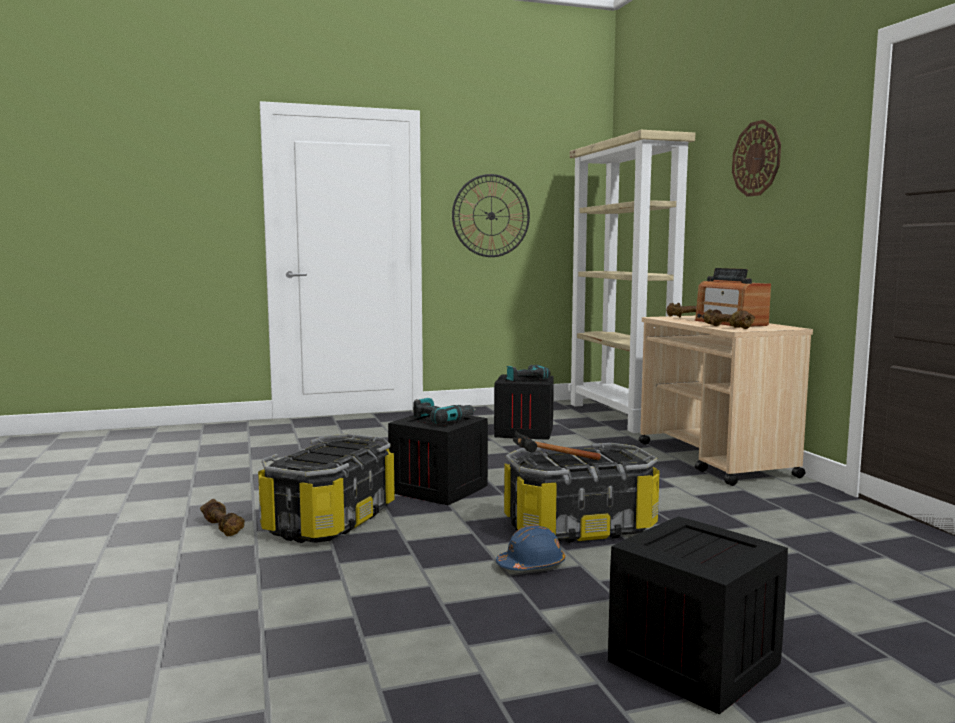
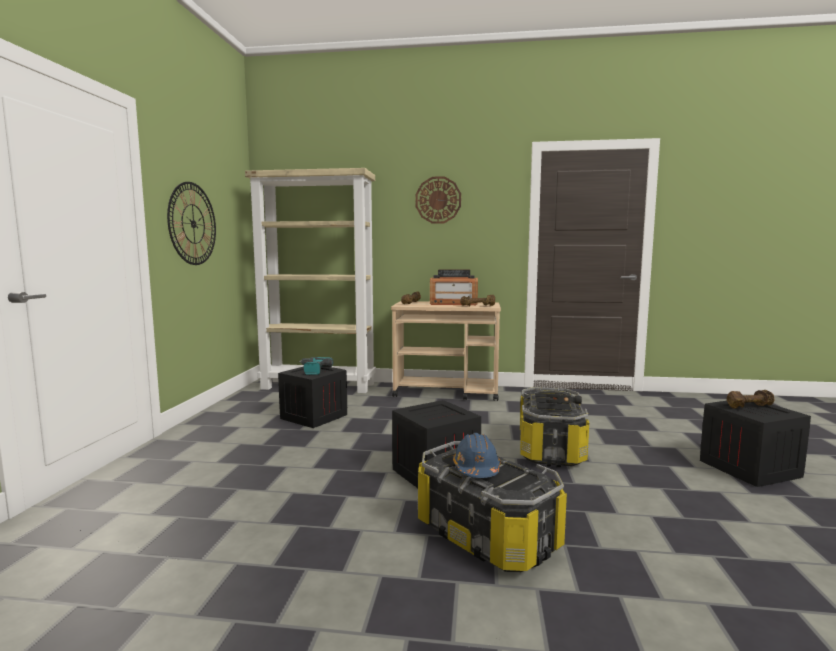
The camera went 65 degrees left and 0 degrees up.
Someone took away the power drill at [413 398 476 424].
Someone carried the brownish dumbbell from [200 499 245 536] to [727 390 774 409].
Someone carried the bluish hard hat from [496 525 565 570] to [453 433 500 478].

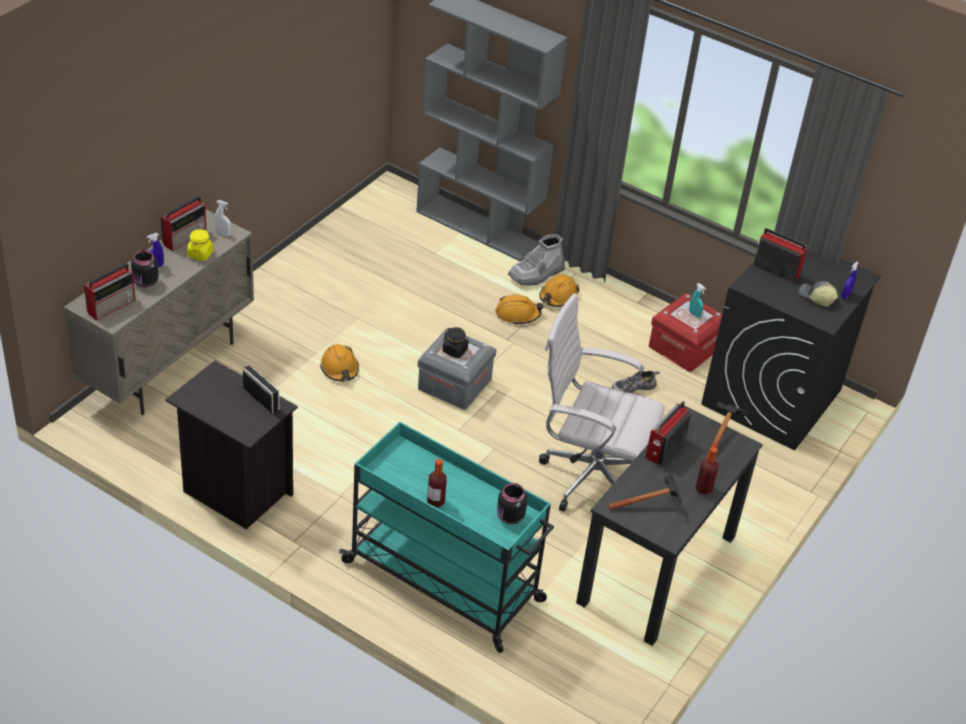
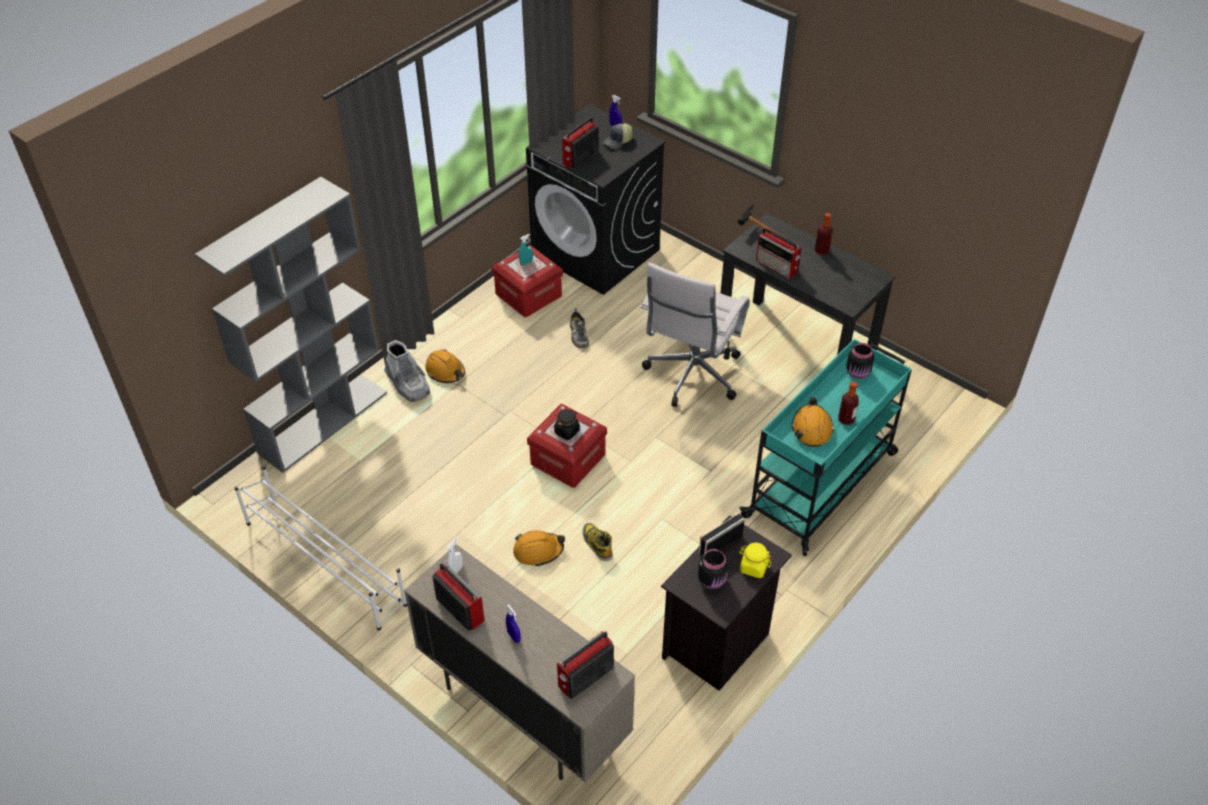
The camera went 80 degrees left and 5 degrees up.
Someone carried the yellow jar from [187 229 213 261] to [739 543 771 578].
Someone carried the black jar from [131 250 158 288] to [698 549 728 589].
Someone rotated the radio set at [84 263 135 321] by 90 degrees counterclockwise.
Someone carried the orange hard hat from [496 295 544 325] to [792 397 834 447].
Someone repainted the grey storage bin at [418 328 496 410], which became the red-coloured storage bin at [527 404 607 488].
Someone took away the hand hammer at [608 475 681 510].
Someone put down the white-coloured shoe shelf at [235 466 407 630].
Someone put down the tall boot at [582 523 613 561].

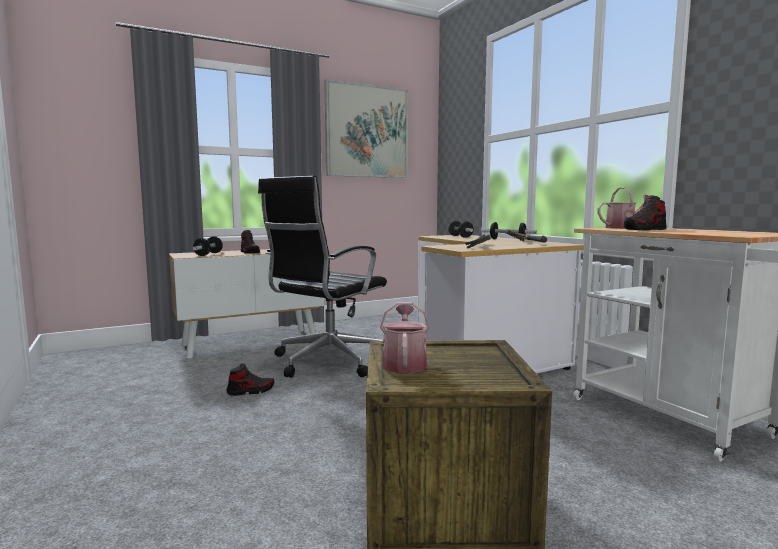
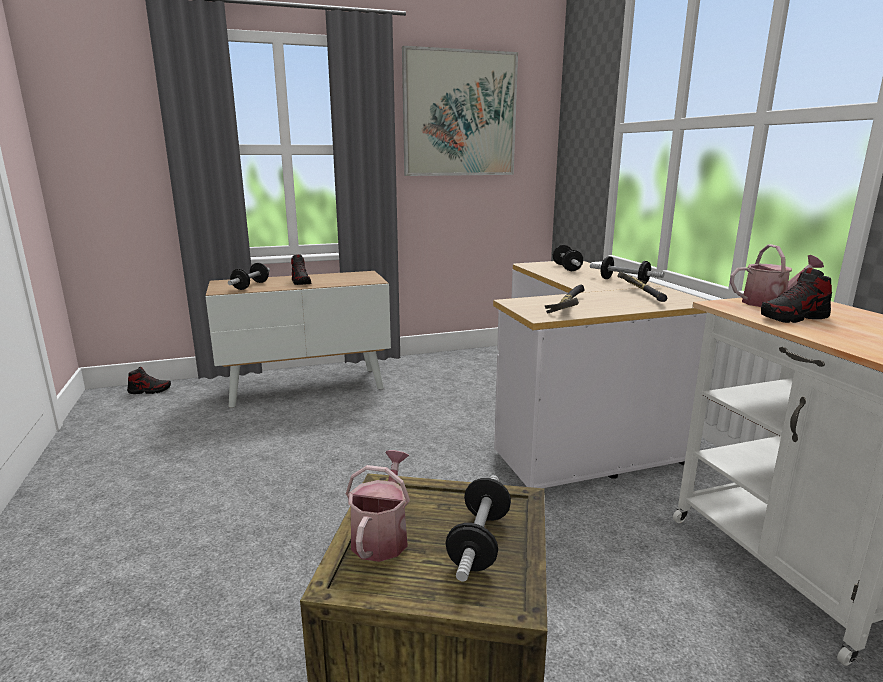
The camera went 10 degrees right and 10 degrees up.
Someone took away the black desk chair at [258 176 387 378].
Someone carried the low shoe from [226 363 274 396] to [127 367 171 394].
Someone put down the dumbbell at [445 475 511 582].

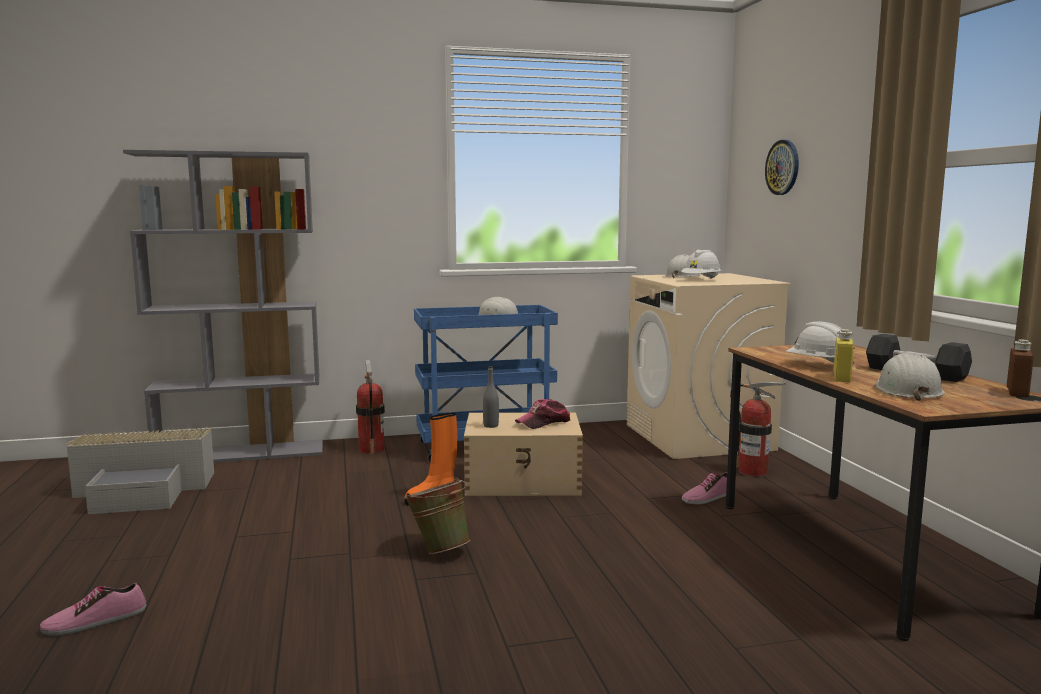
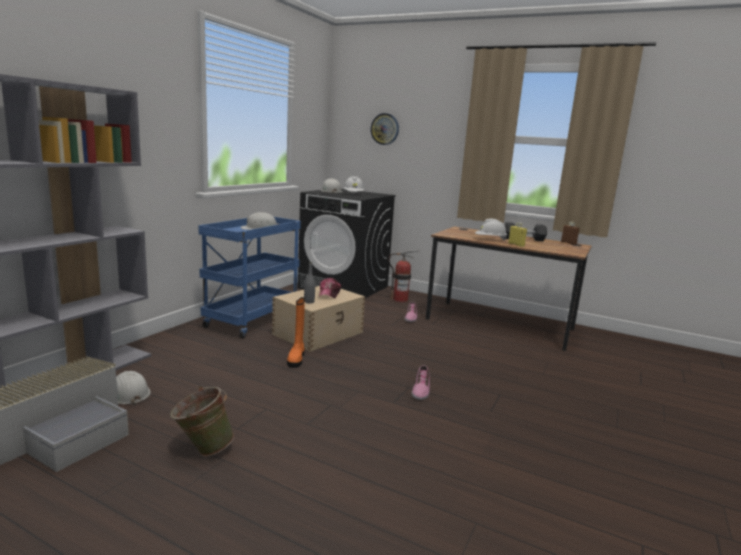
The camera went 50 degrees left and 5 degrees up.
Someone repainted the beige laundry appliance at [627 273 792 459], which became the black laundry appliance at [298 189 396 298].
Someone carried the white-coloured hard hat from [876 353 945 401] to [116 371 150 405].
Someone took away the fire-fighting cylinder at [356 359 385 454].
Someone carried the greenish water bucket from [404 477 470 554] to [170 386 234 456].
Someone carried the low shoe from [40 583 146 635] to [412 365 430 400].

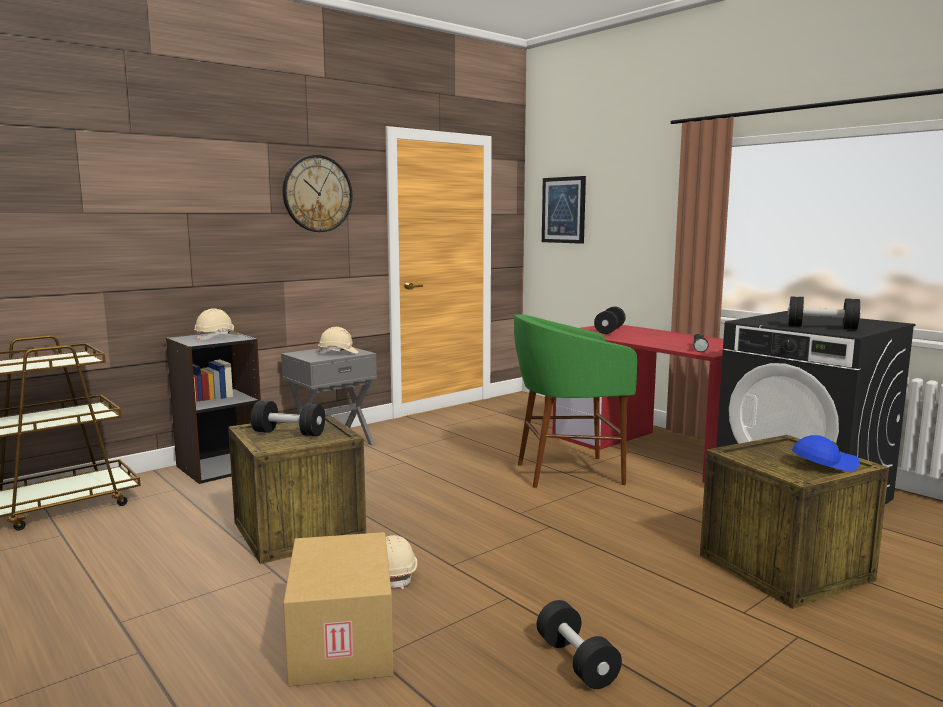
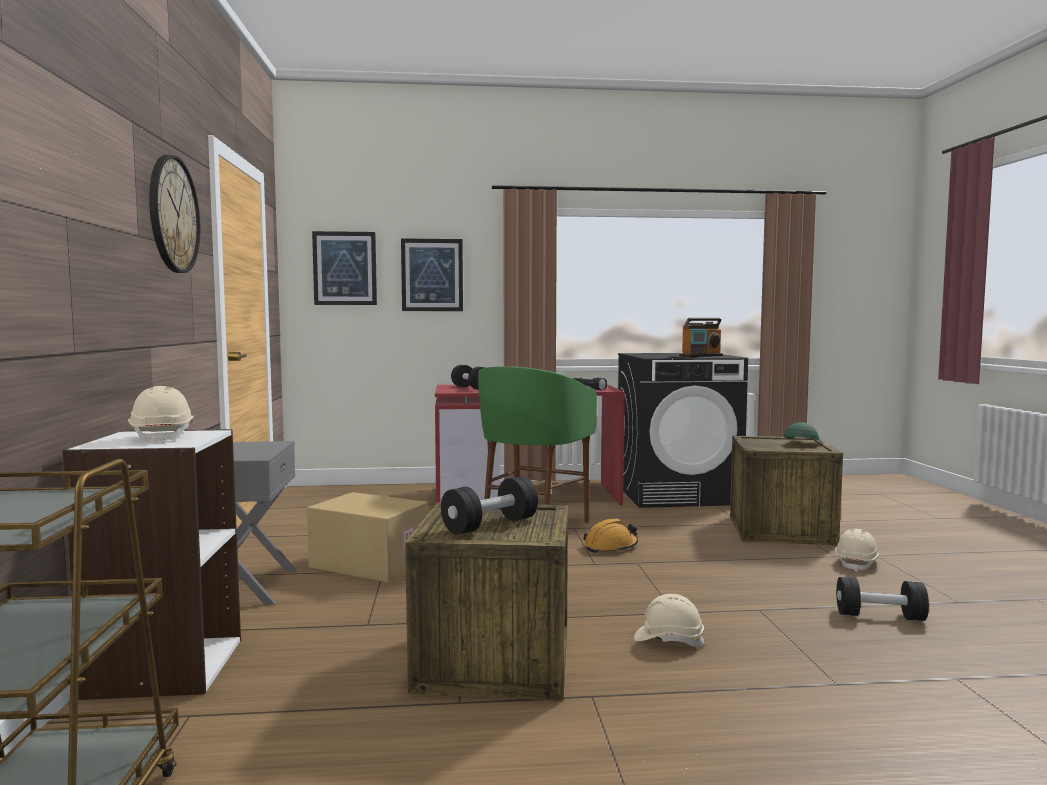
The camera went 55 degrees left and 5 degrees down.
Someone swapped the black dumbbell at [787 297 861 329] for the radio set at [679 318 723 357].
Someone carried the beige hard hat from [318 327 358 354] to [835 529 880 572].
Someone repainted the black shelving unit at [166 333 261 484], which became the white-coloured shelving unit at [62 429 241 700].
Someone repainted the bluish peaked cap at [792 435 860 472], which became the greenish peaked cap at [783 422 823 443].
Someone carried the cardboard box from [283 532 394 687] to [307 492 428 583].
Someone put up the wall picture at [401 238 463 311].
Someone put down the orange hard hat at [583 518 638 553].

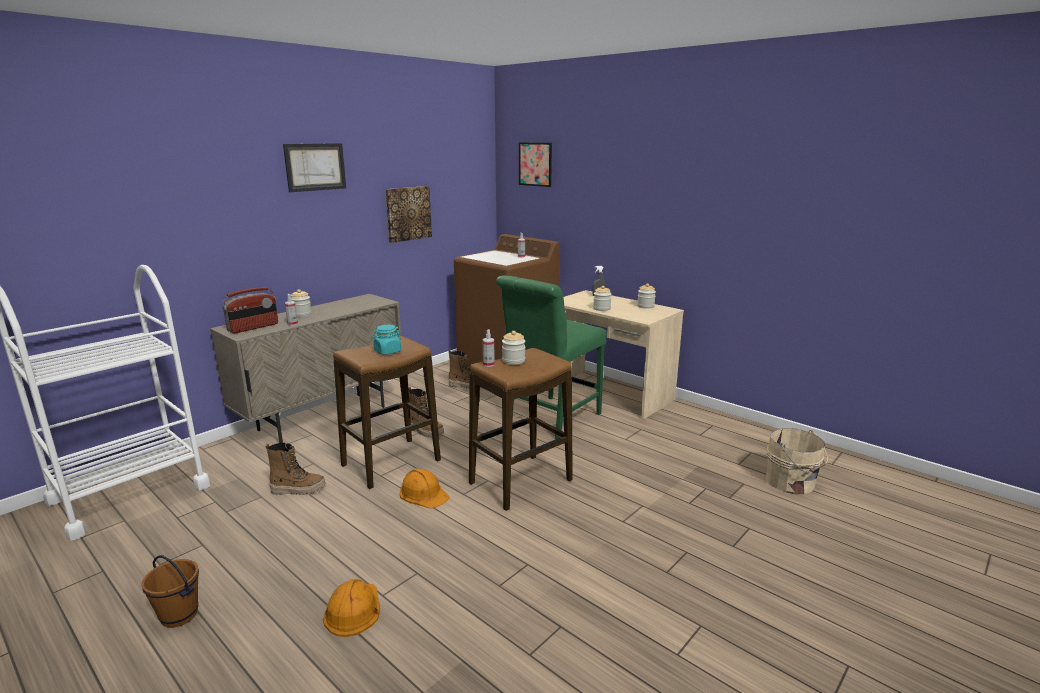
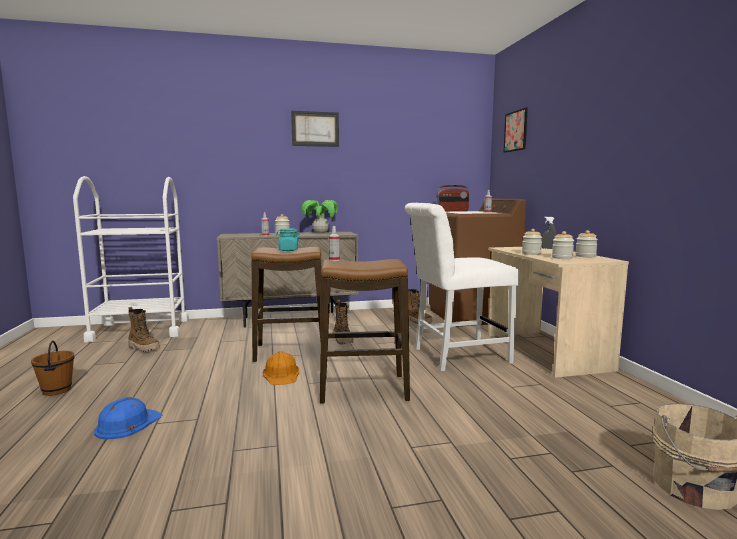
The camera went 35 degrees right and 10 degrees down.
Someone took away the wall picture at [385 186 432 243].
Someone repainted the greenish chair at [496 275 607 440], which became the white-coloured chair at [405 203 520 371].
Someone carried the radio set from [222 287 278 333] to [437 185 470 211].
Someone carried the jar from [502 331 525 365] to [552 231 574 259].
Someone carried the tall boot from [265 442 325 495] to [128 307 160 352].
Someone repainted the orange hard hat at [323 579 380 637], which became the bluish hard hat at [94 397 162 439].
Someone put down the plant in a pot at [302 200 338 233].

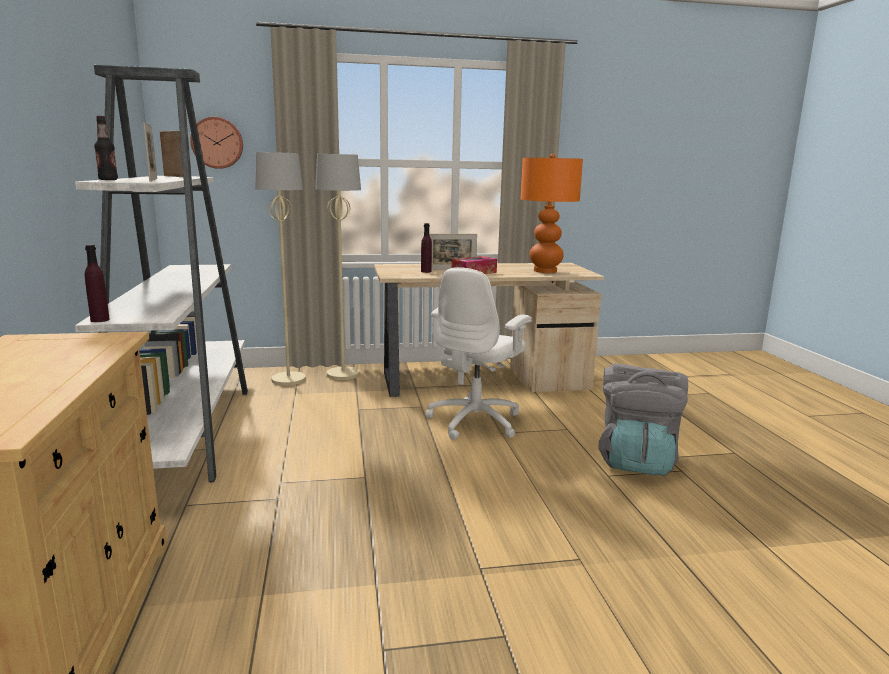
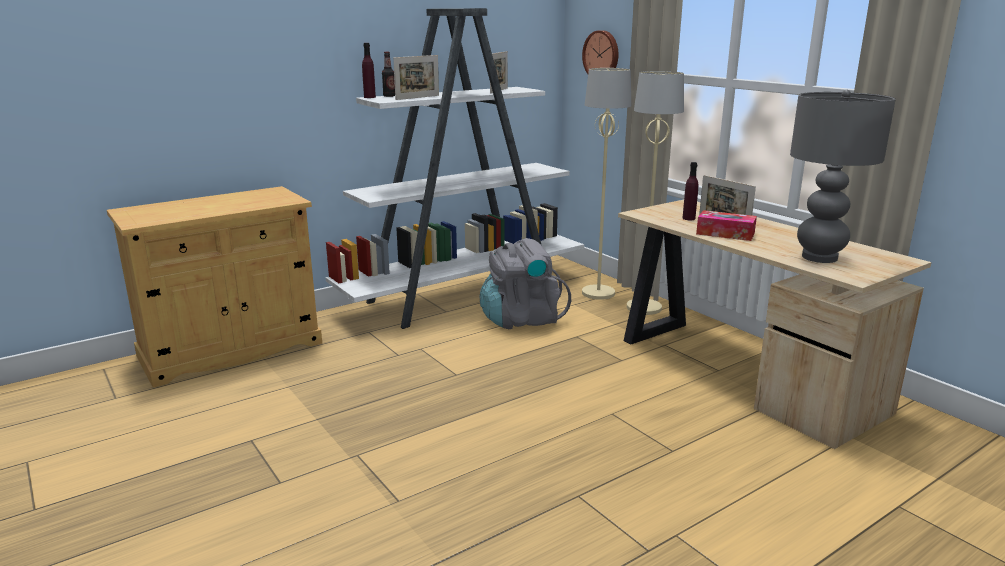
The camera went 65 degrees right and 5 degrees up.
Someone repainted the orange tabletop lamp at [521 154 583 273], which became the grey tabletop lamp at [790 90 896 263].
Someone carried the purplish bottle from [85 244 110 322] to [362 43 376 98].
Someone took away the white-coloured desk chair at [426 267 532 440].
Someone carried the grey backpack from [598 363 688 476] to [480 238 571 329].

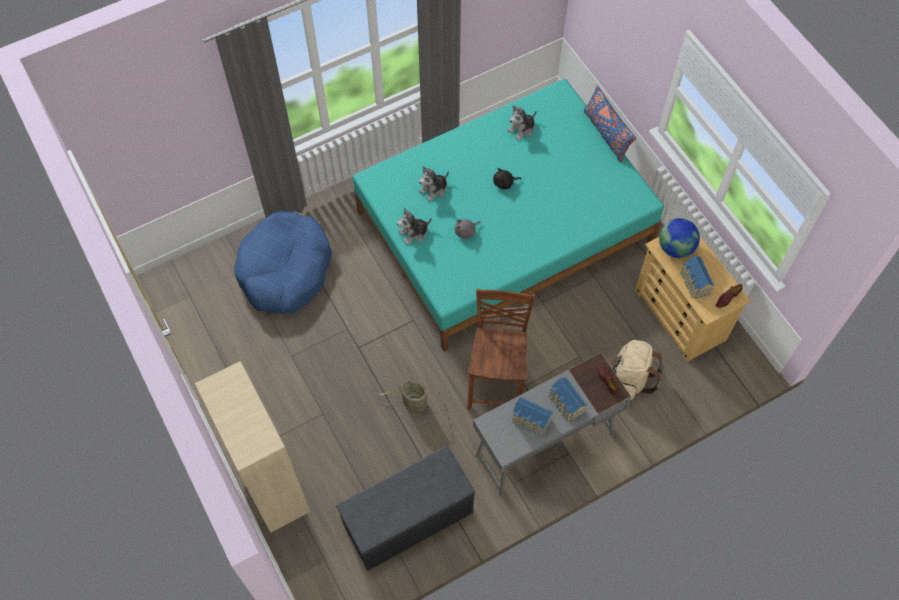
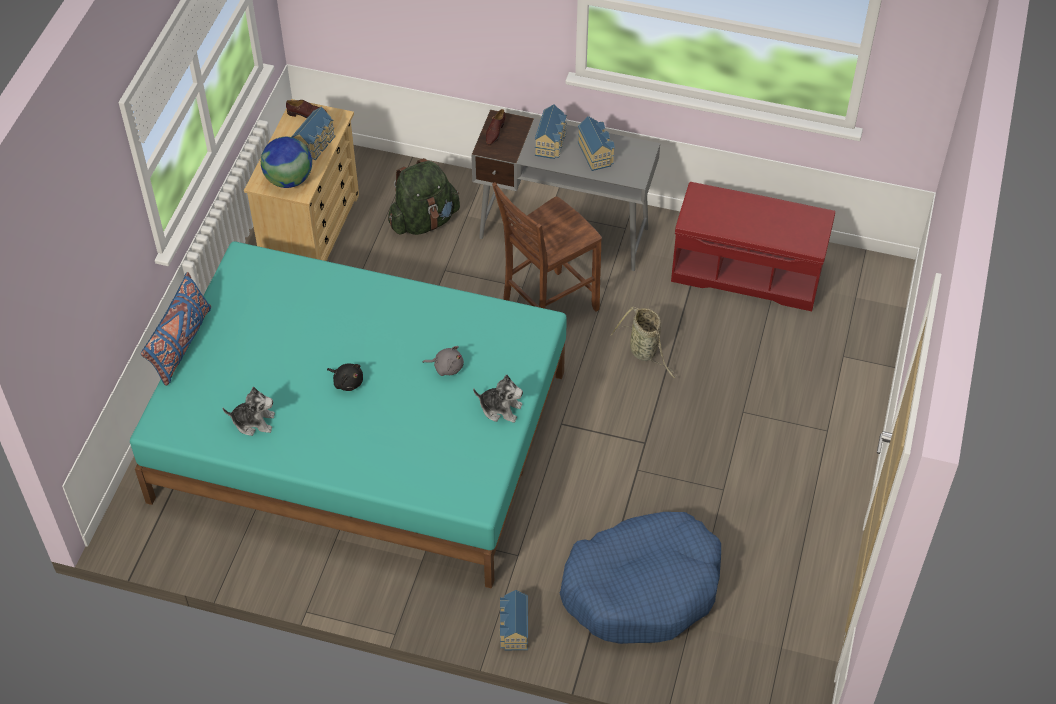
The camera went 135 degrees left and 10 degrees down.
Someone took away the plush toy at [419 166 449 202].
Someone repainted the beige backpack at [610 340 663 400], which became the greenish backpack at [388 158 460 235].
Someone took away the beige shelving unit at [195 361 310 533].
Someone repainted the grey long seat at [336 446 475 571], which became the red-coloured long seat at [671 182 835 311].
Someone put down the toy house at [500 590 528 650].

